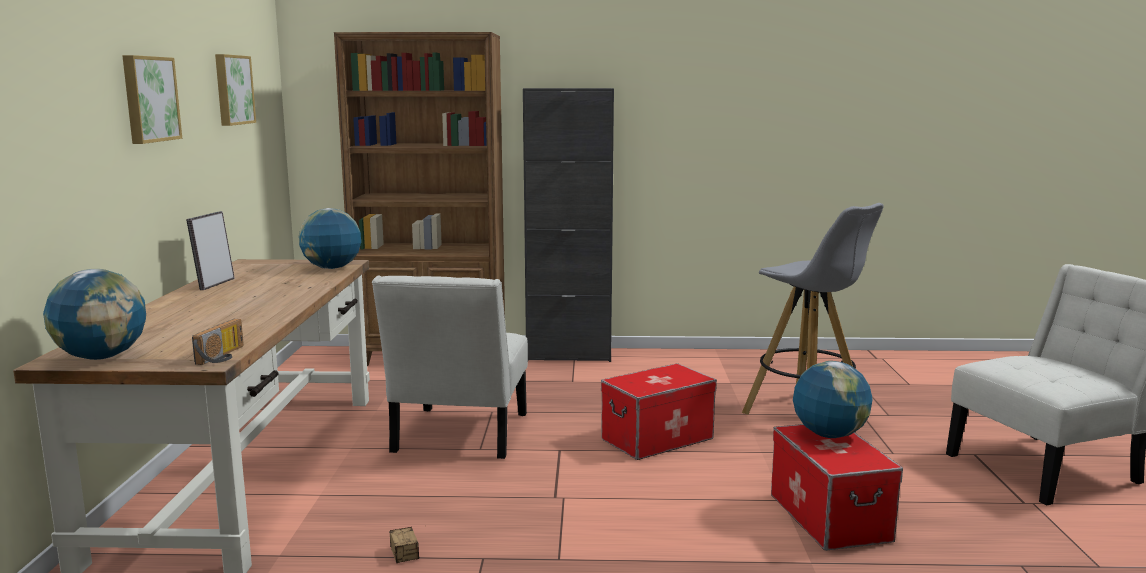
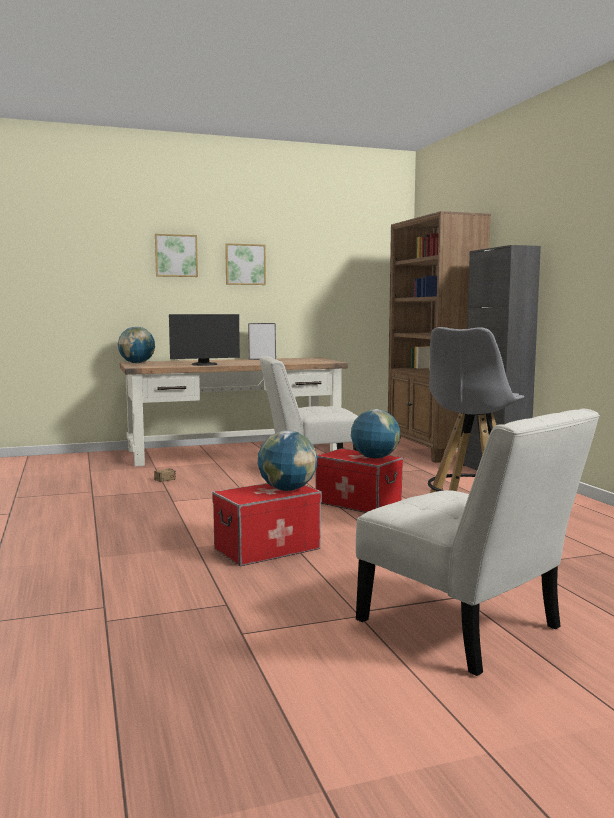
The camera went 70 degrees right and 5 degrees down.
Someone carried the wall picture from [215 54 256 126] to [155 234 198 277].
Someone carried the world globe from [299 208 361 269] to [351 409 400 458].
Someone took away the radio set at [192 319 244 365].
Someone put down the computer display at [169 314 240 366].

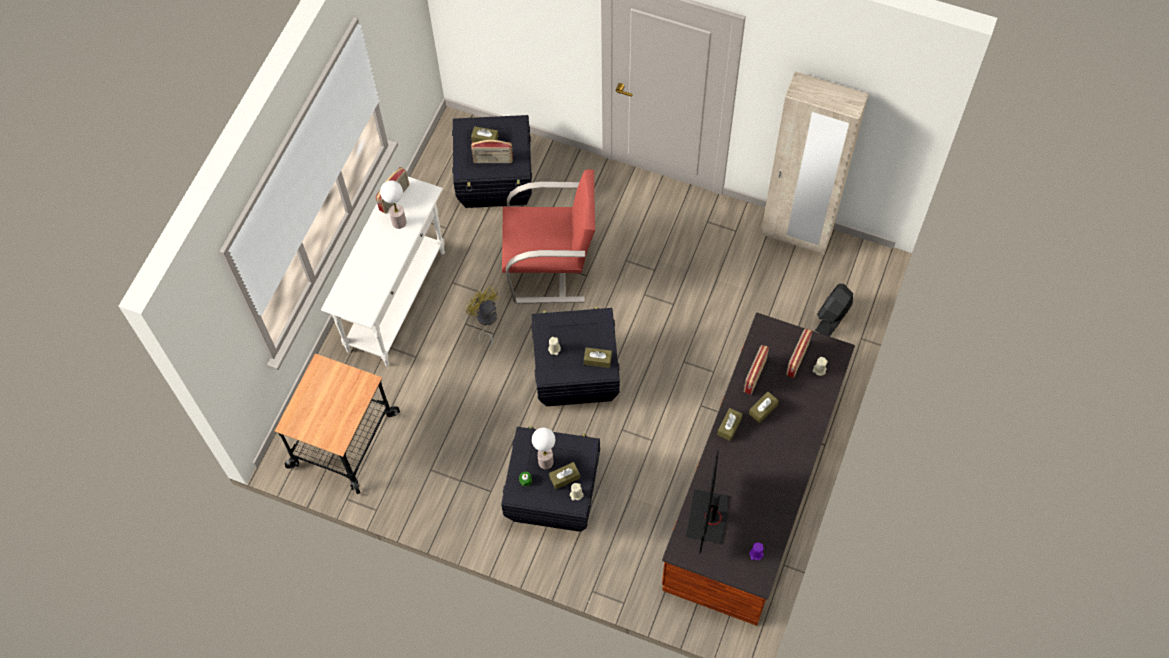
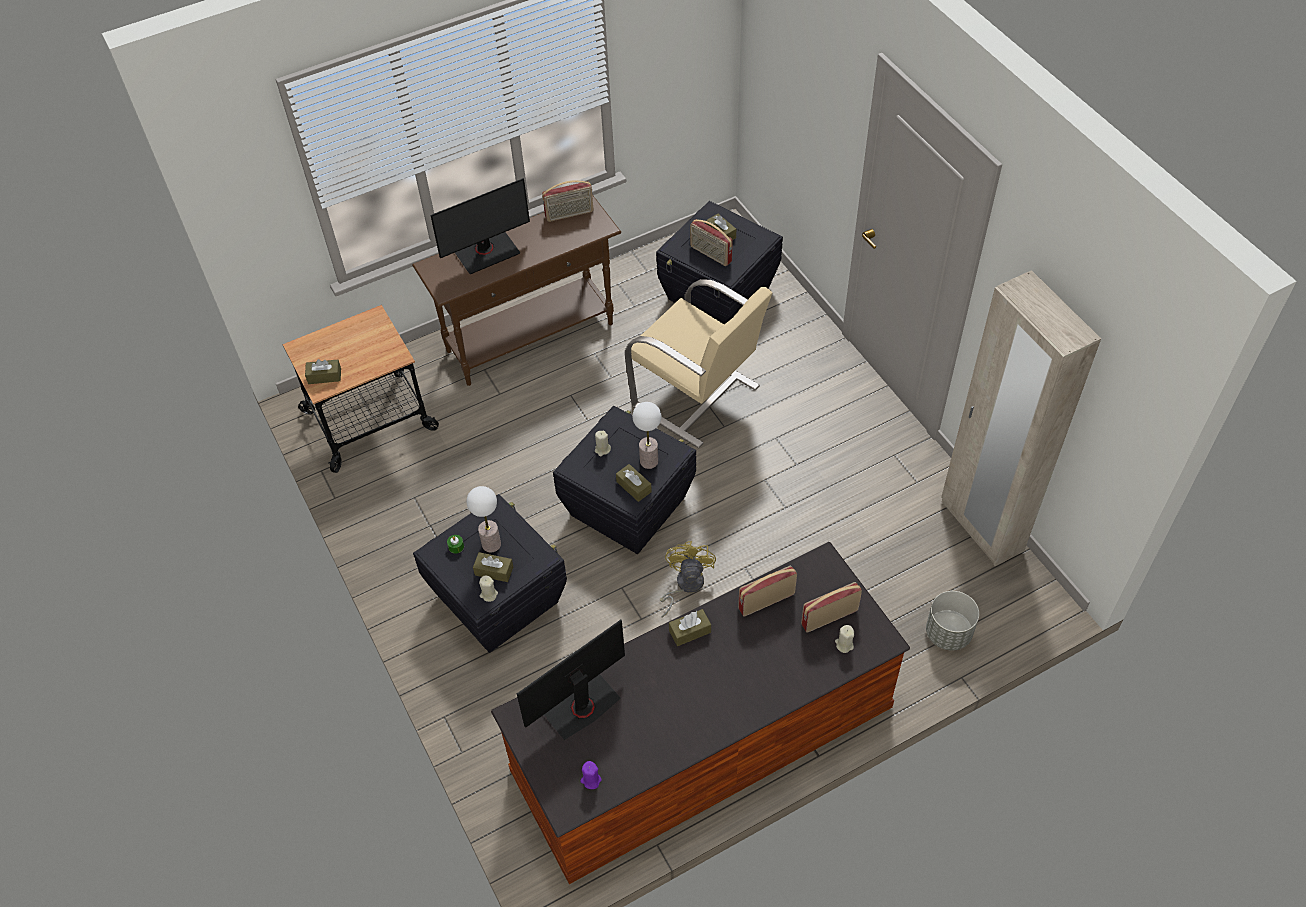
The camera went 40 degrees right and 10 degrees down.
Someone repainted the red-coloured lounge chair at [502 169 595 304], which became the beige lounge chair at [625 279 773 448].
Someone repainted the white-coloured console table at [321 172 445 366], which became the brownish console table at [412 195 621 386].
Someone carried the tabletop lamp from [380 180 406 229] to [632 402 661 469].
Someone swapped the black electric fan at [815 284 853 337] for the grey flower pot at [926 591 979 650].
Someone carried the yellow electric fan from [466 286 499 350] to [660 541 716 618].
Someone carried the brownish tissue holder from [749 392 779 423] to [305 359 341 384].
Someone put down the computer display at [430 178 530 274].

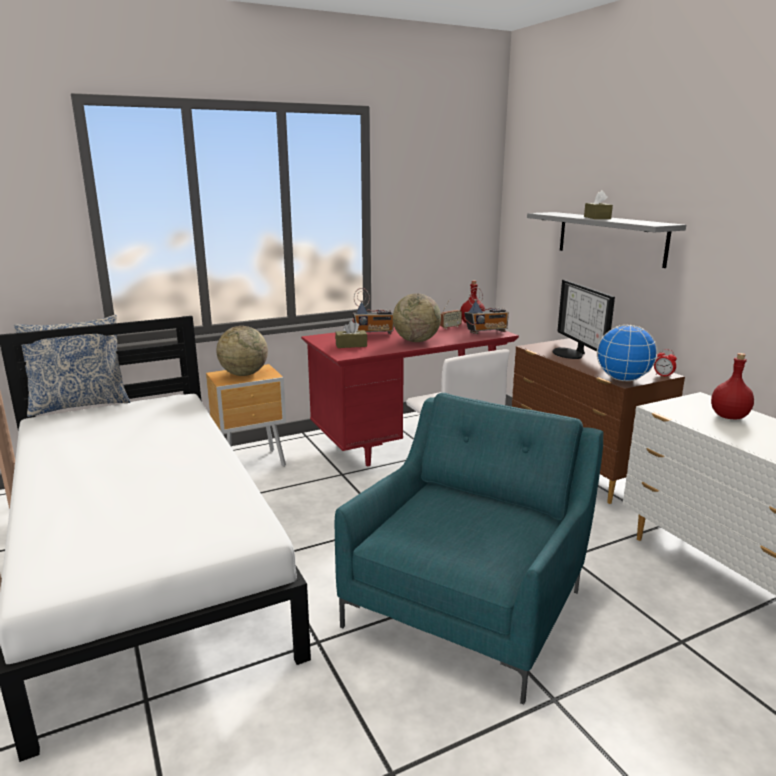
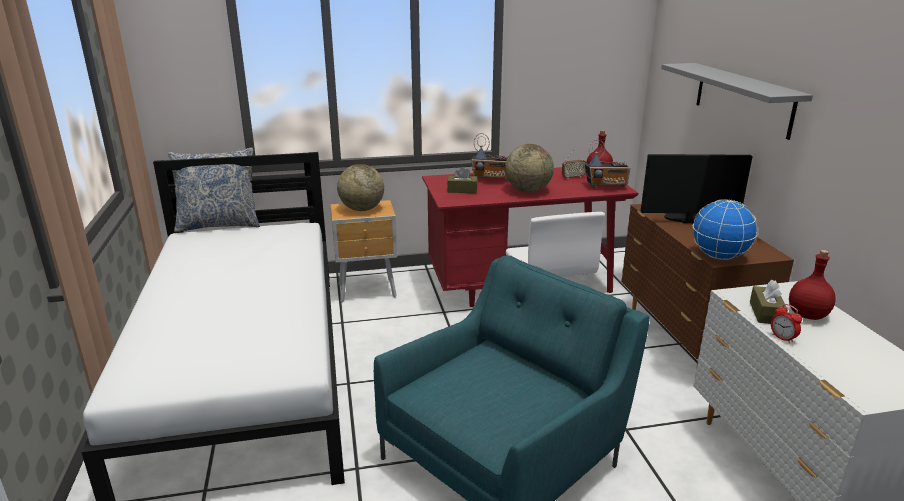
The camera went 15 degrees right and 5 degrees up.
Someone carried the brownish tissue holder from [584 190 613 219] to [750 280 787 324].
Someone rotated the computer display at [553 280 615 359] by 90 degrees clockwise.
Someone carried the alarm clock from [654 349 677 378] to [771 304 802 343].

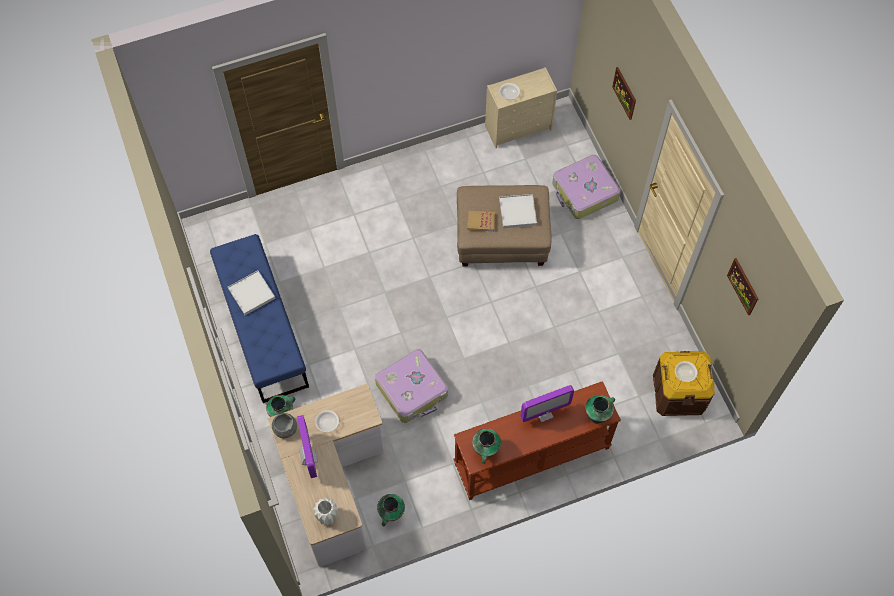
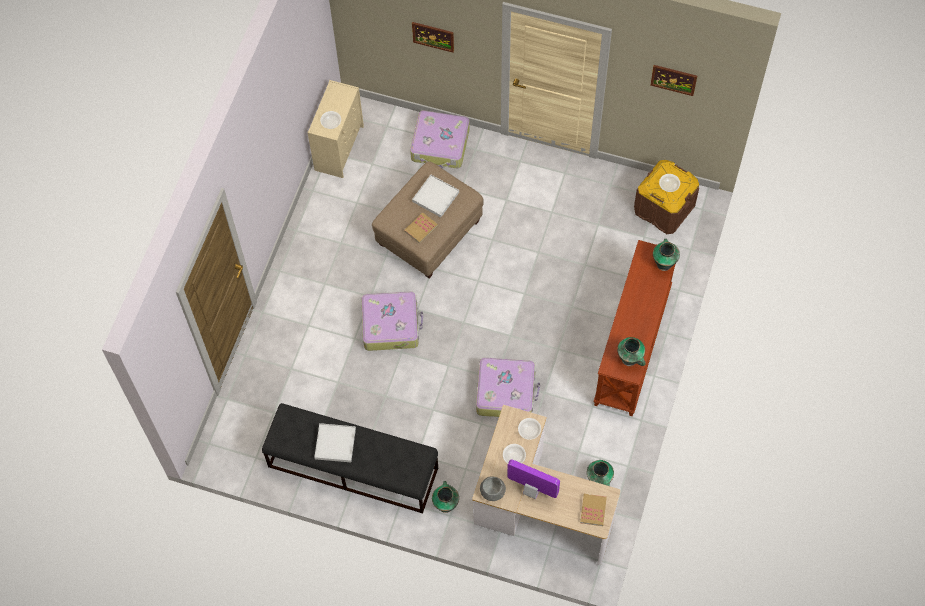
The camera went 50 degrees left and 0 degrees up.
Someone repainted the bluish long seat at [210 234 309 403], which became the black long seat at [262 403 438 513].
Someone took away the computer display at [520 385 574 422].
Someone swapped the white-coloured flower vase at [313 498 338 526] for the bound book at [580 494 607 526].
Someone put down the travel case at [362 292 423 351].
Someone put down the deep dish at [518 418 541 440].

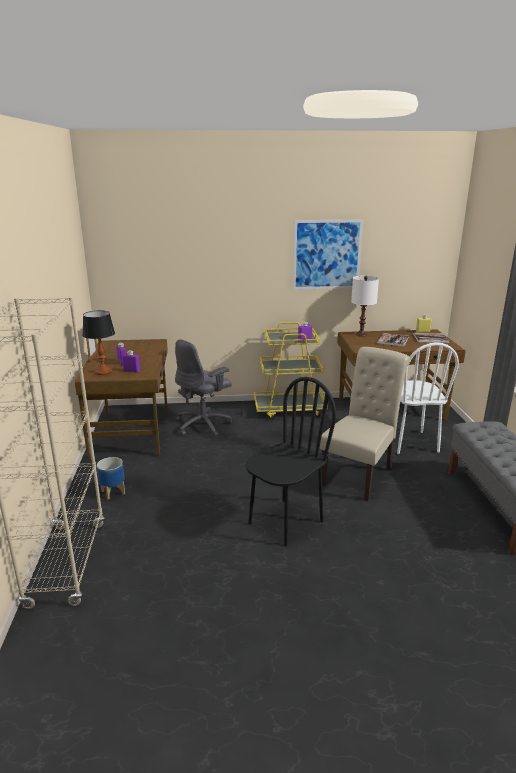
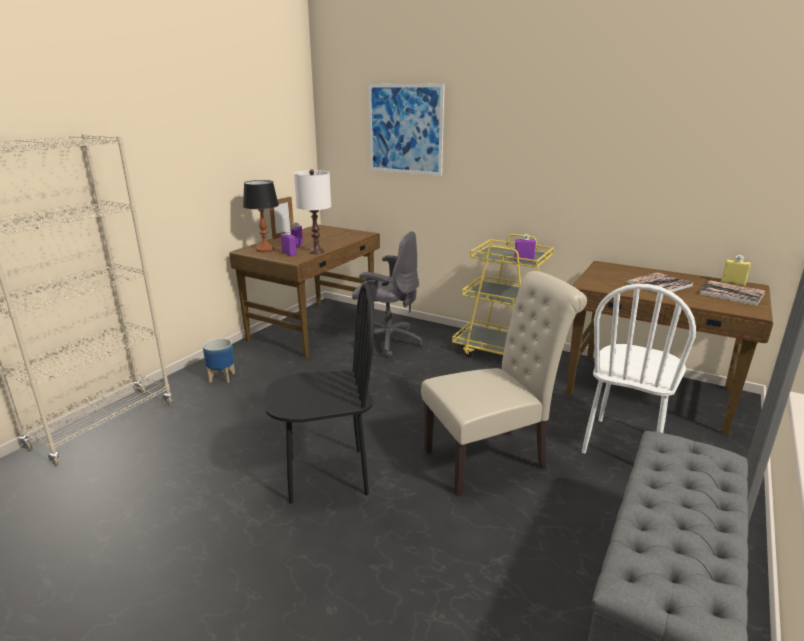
The camera went 35 degrees right and 0 degrees up.
Someone carried the wall picture from [293 220 363 290] to [368 84 445 176].
Someone carried the white-coloured tabletop lamp from [351 276 379 337] to [294 170 331 254].
Someone rotated the grey desk chair at [175 339 232 437] by 150 degrees counterclockwise.

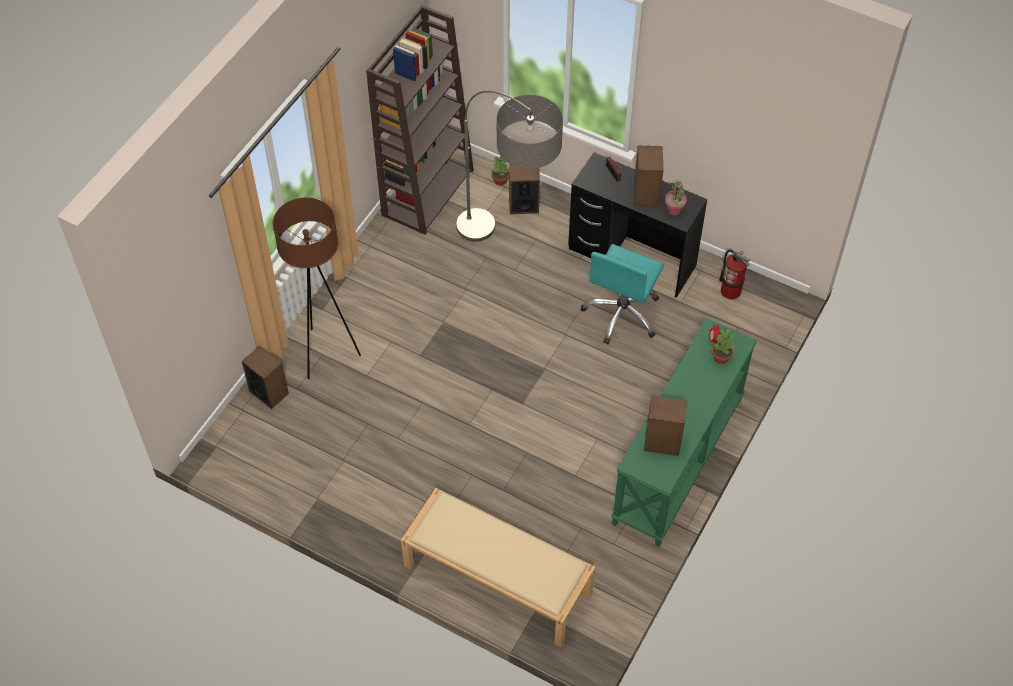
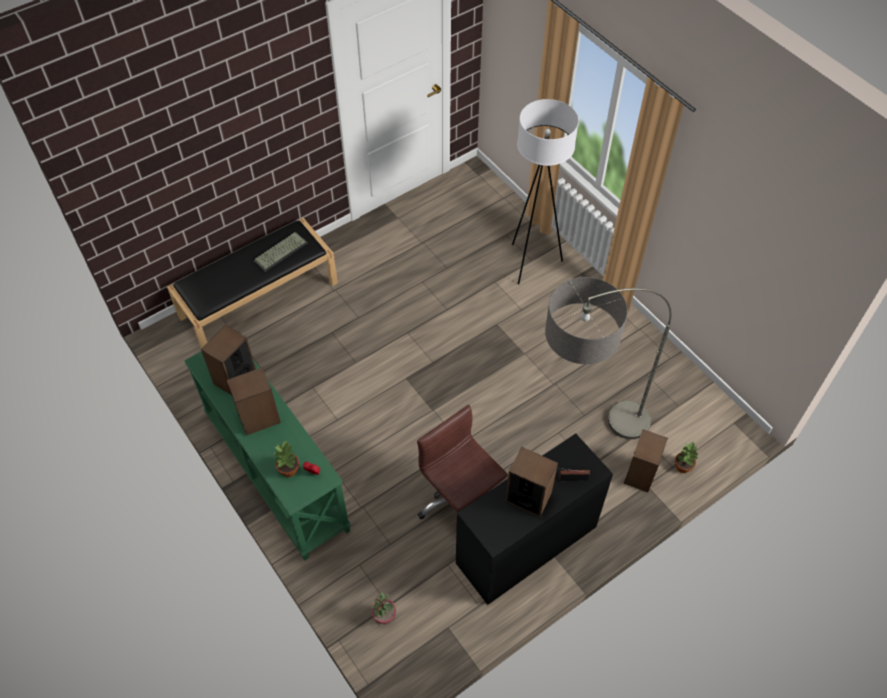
The camera went 115 degrees right and 0 degrees up.
Someone took away the brownish shelving unit at [366 5 474 235].
Someone carried the plant in a pot from [665 181 687 215] to [371 592 396 624].
Someone repainted the brownish standing lamp at [273 197 361 379], which became the white-coloured standing lamp at [512 99 579 285].
Someone repainted the blue-green desk chair at [581 244 664 344], which became the brownish desk chair at [417 405 508 519].
Someone took away the fire-fighting cylinder at [719 250 750 299].
Someone carried the speaker from [242 346 289 409] to [227 367 281 436].
Someone repainted the beige long seat at [401 488 595 647], which became the black long seat at [167 218 338 349].
Someone put down the computer keyboard at [254 232 308 272].

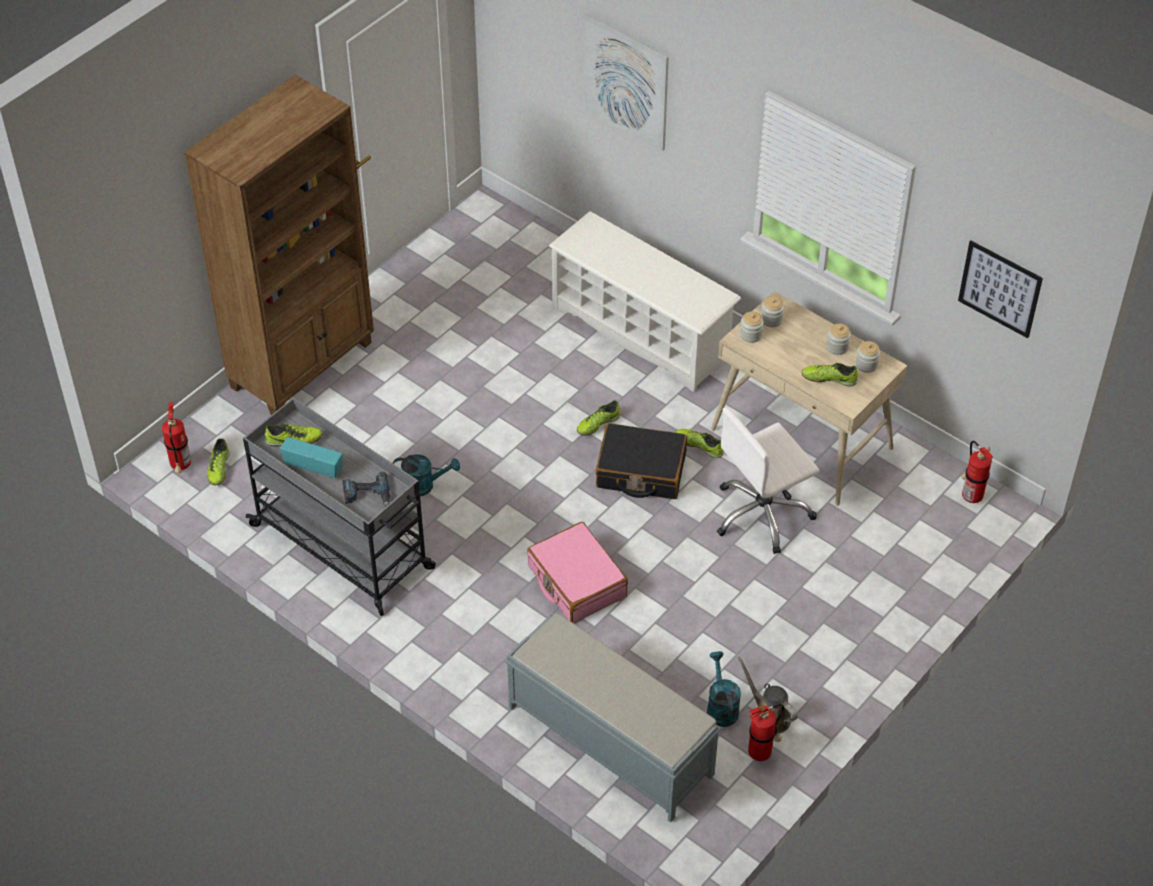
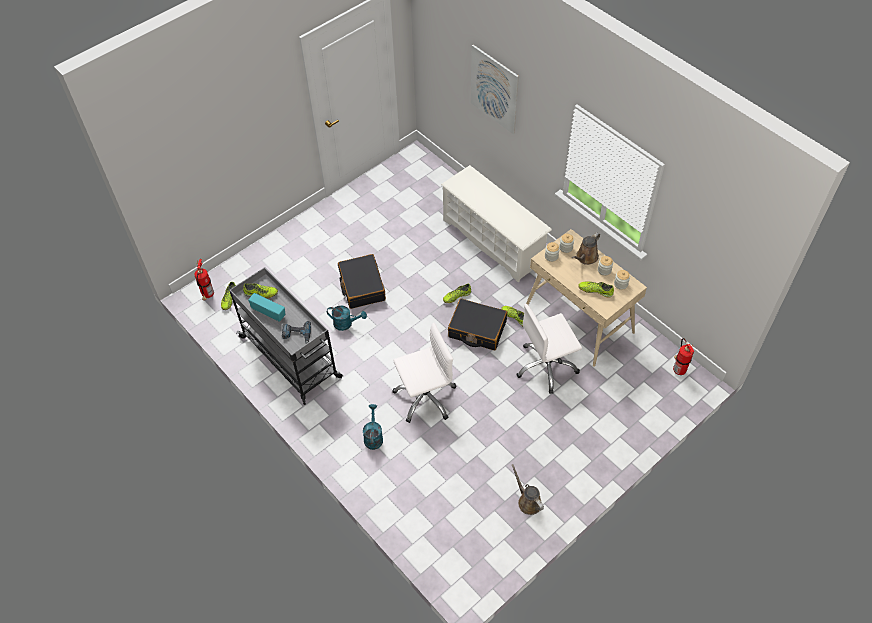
The camera went 10 degrees right and 5 degrees up.
Someone took away the brownish shelving unit at [184 75 374 415].
Someone took away the wall picture at [958 241 1043 338].
Someone swapped the pink travel case at [527 522 628 623] for the white-coloured desk chair at [392 323 457 423].
Someone took away the grey long seat at [505 613 722 822].
Someone carried the blue-green watering can from [707 651 741 727] to [363 404 383 450].
Someone took away the fire-fighting cylinder at [748 704 784 761].
Someone put down the brownish watering can at [572 232 600 265].
Someone put down the black travel case at [338 254 386 309].

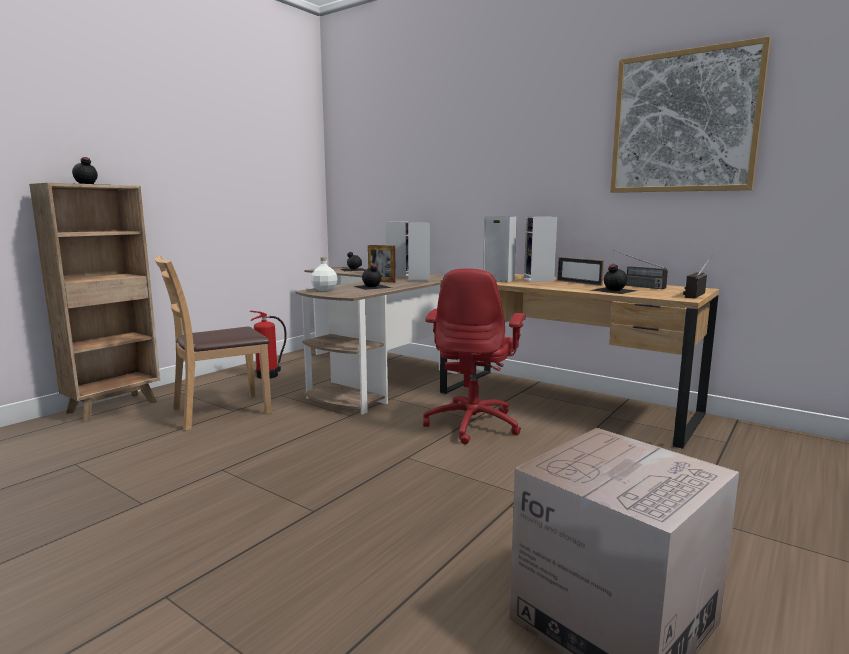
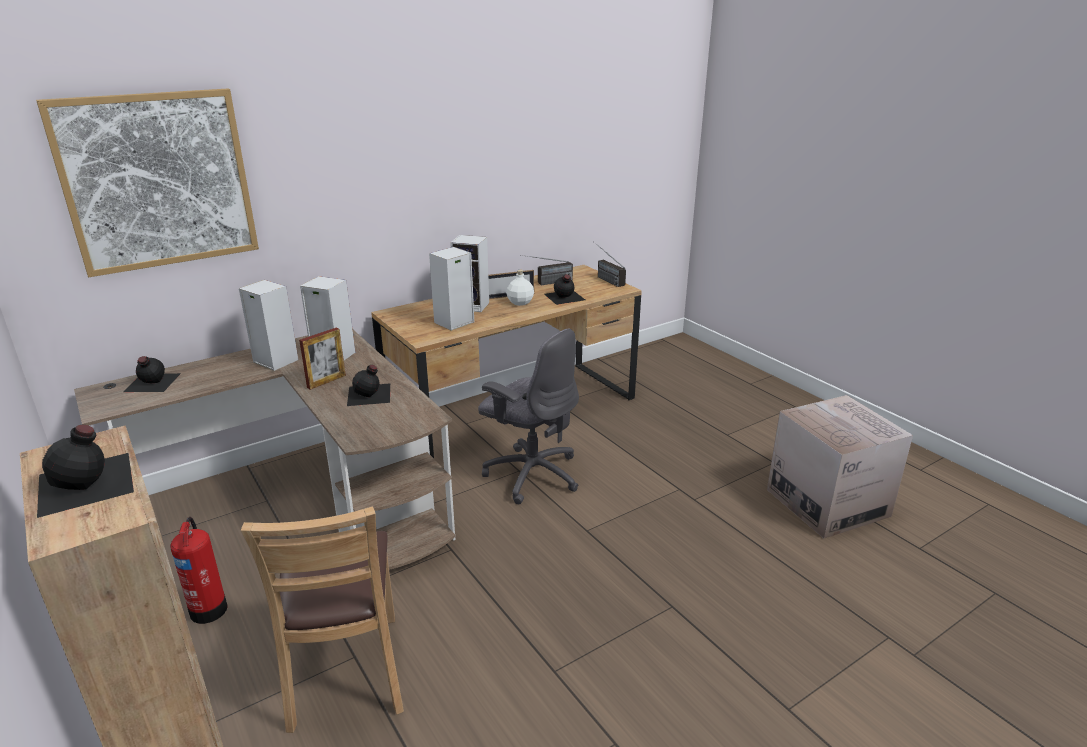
The camera went 70 degrees left and 15 degrees up.
Someone carried the wall picture from [610 36 771 193] to [36 88 259 277].
Someone carried the white-coloured bottle from [311 257 337 291] to [507 270 534 306].
Someone repainted the red-coloured desk chair at [423 268 526 444], which became the grey desk chair at [478 328 579 504].

